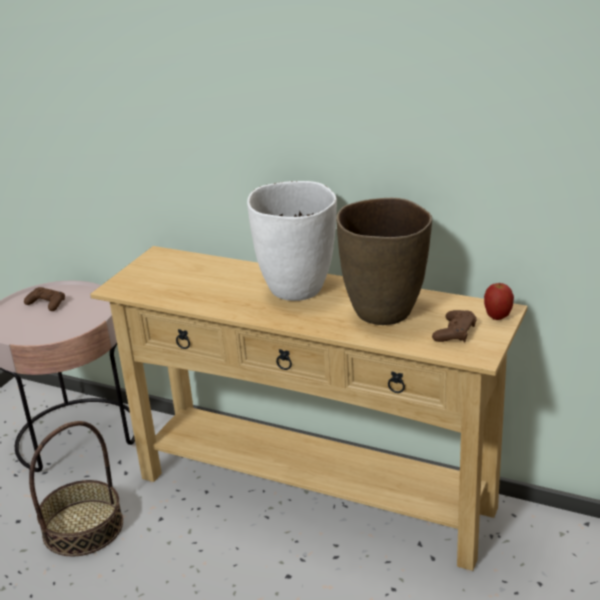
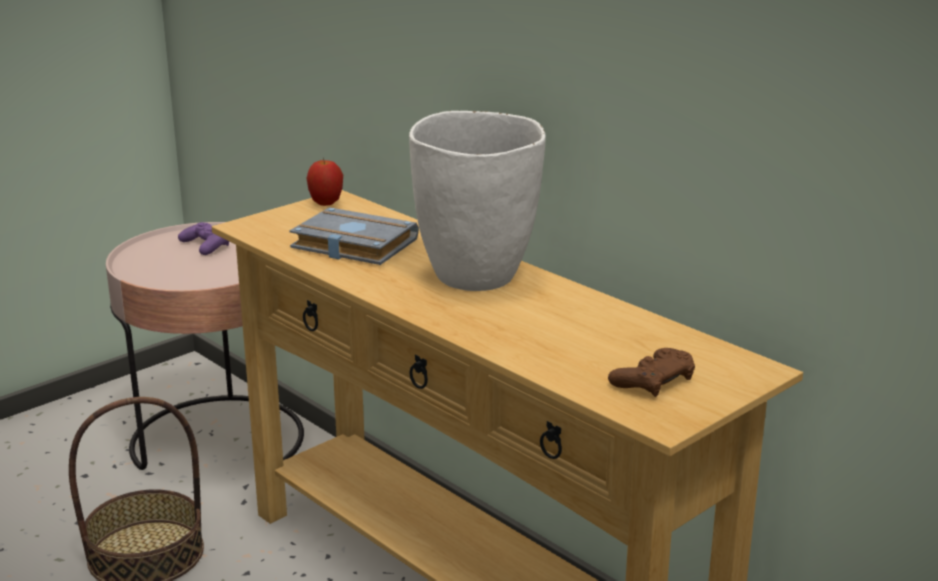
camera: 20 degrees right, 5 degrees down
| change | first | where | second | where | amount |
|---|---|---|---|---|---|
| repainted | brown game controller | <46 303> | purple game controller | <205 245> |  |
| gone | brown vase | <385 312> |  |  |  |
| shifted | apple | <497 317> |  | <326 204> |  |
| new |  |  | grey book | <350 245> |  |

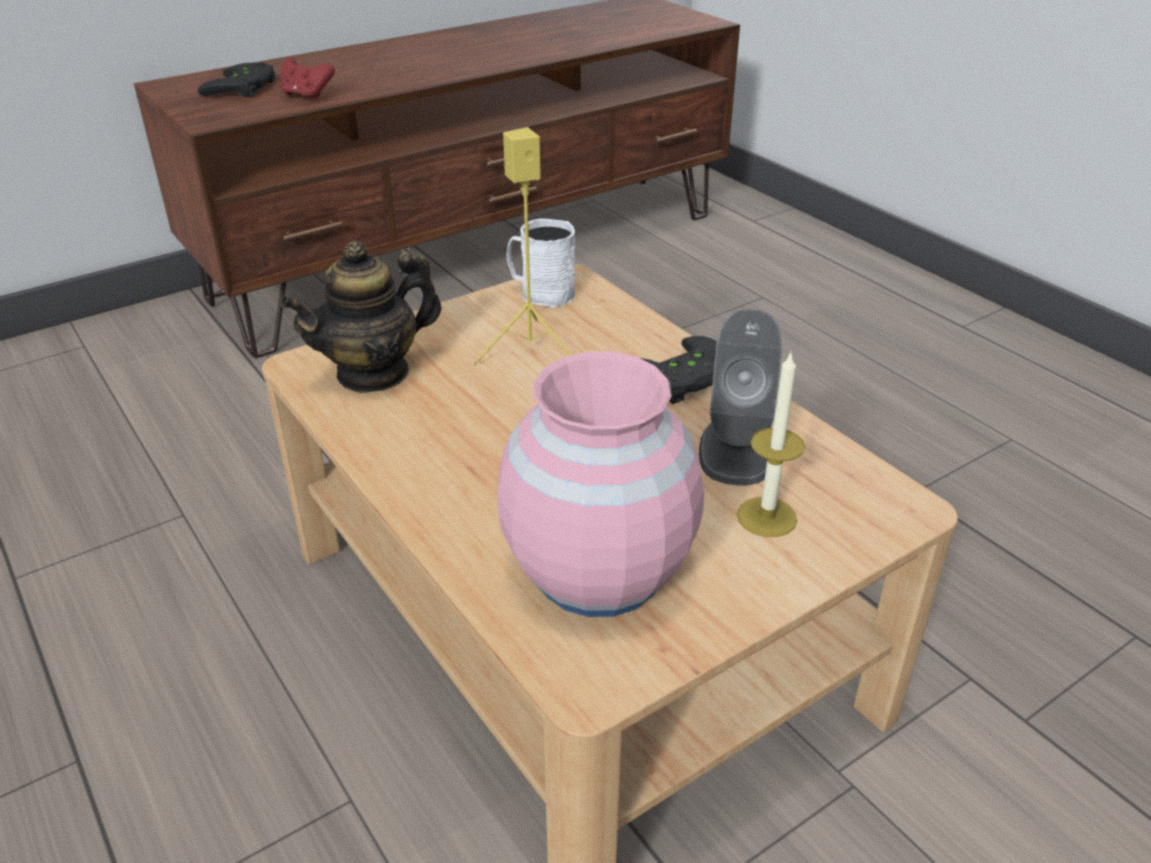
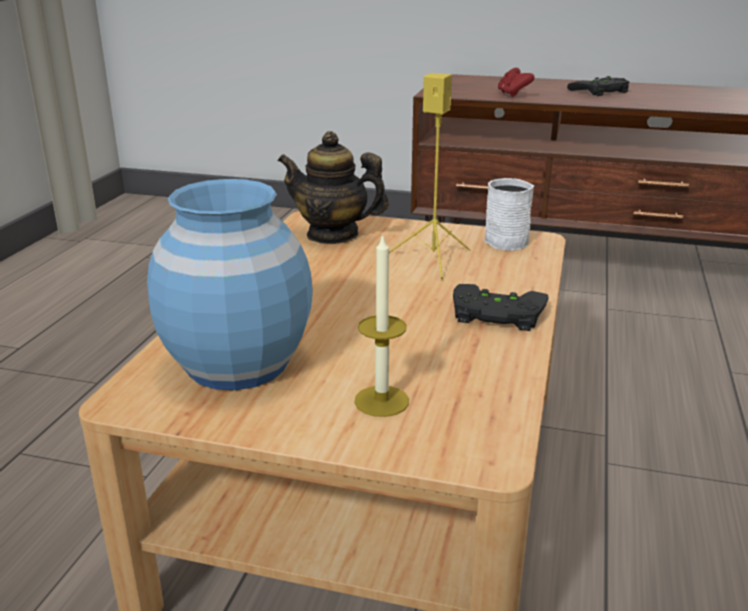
camera: 50 degrees right, 10 degrees down
| change | first | where | second | where | amount |
|---|---|---|---|---|---|
| shifted | black game controller | <244 88> |  | <601 91> |  |
| repainted | pink vase | <597 571> | blue vase | <238 363> |  |
| gone | grey speaker | <736 450> |  |  |  |

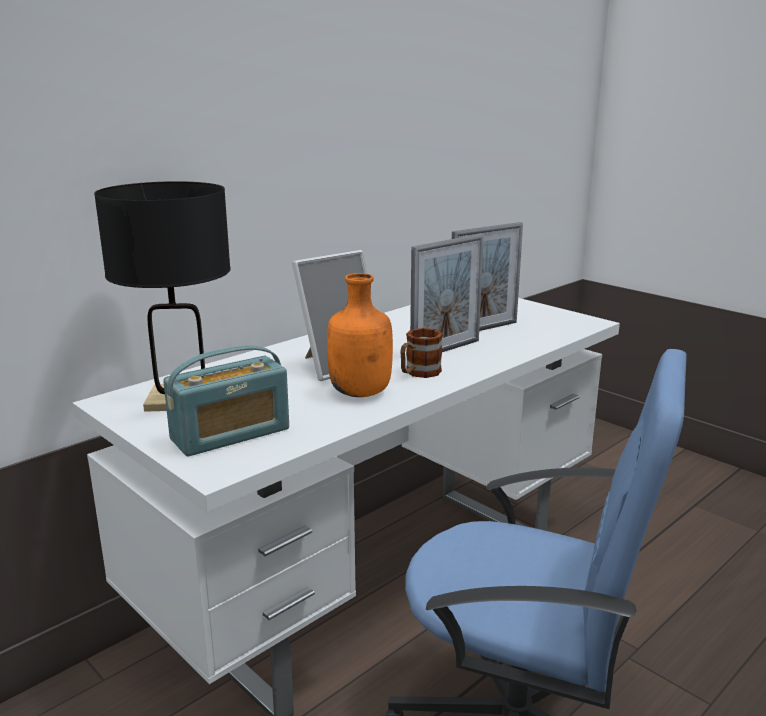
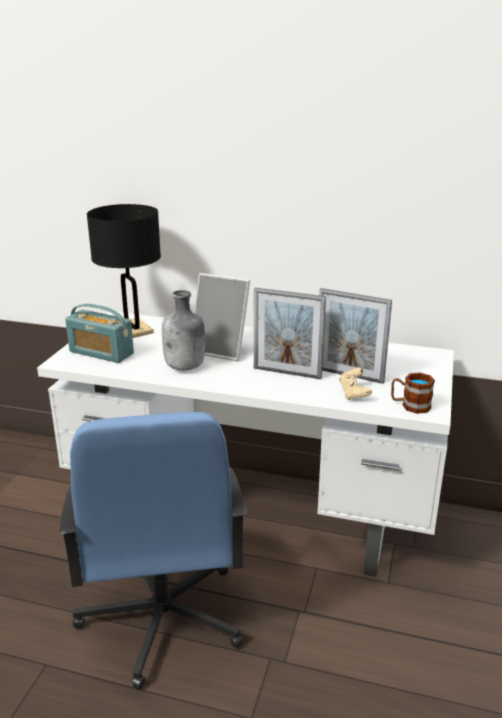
camera: 60 degrees right, 5 degrees up
| change | first | where | second | where | amount |
|---|---|---|---|---|---|
| repainted | orange bottle | <361 392> | grey bottle | <185 367> |  |
| shifted | mug | <418 373> |  | <410 406> |  |
| new |  |  | beige game controller | <354 394> |  |

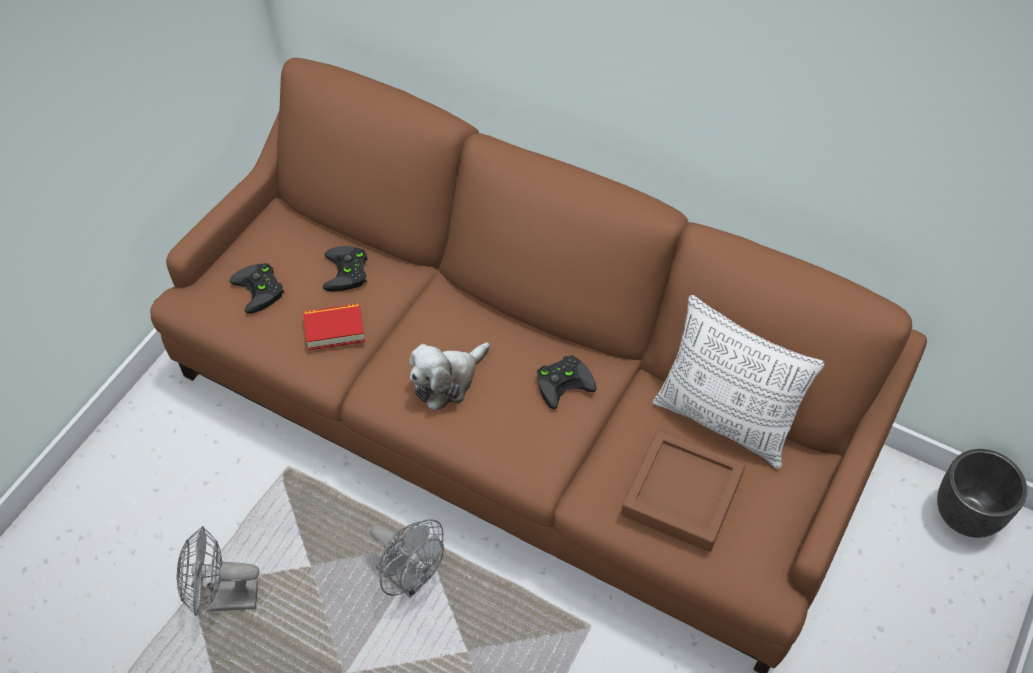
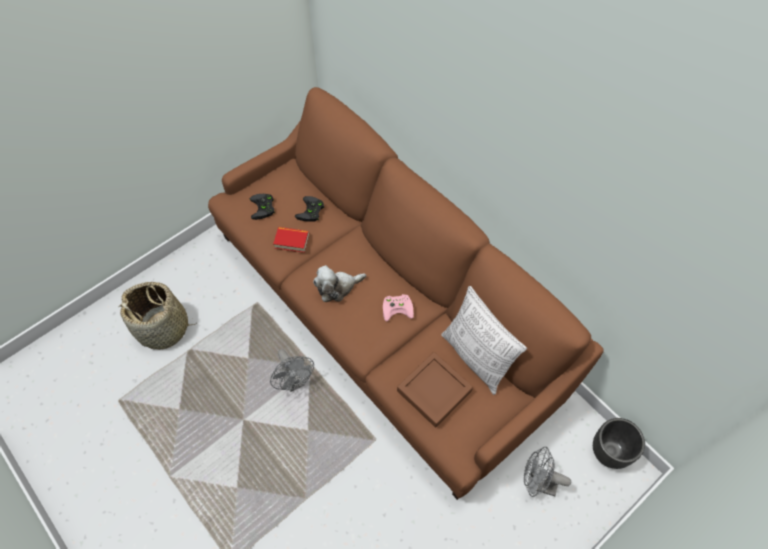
camera: 20 degrees right, 5 degrees up
| change | first | where | second | where | amount |
|---|---|---|---|---|---|
| shifted | grey fan | <224 598> |  | <536 483> |  |
| repainted | black game controller | <564 381> | pink game controller | <398 307> |  |
| new |  |  | basket | <163 328> |  |

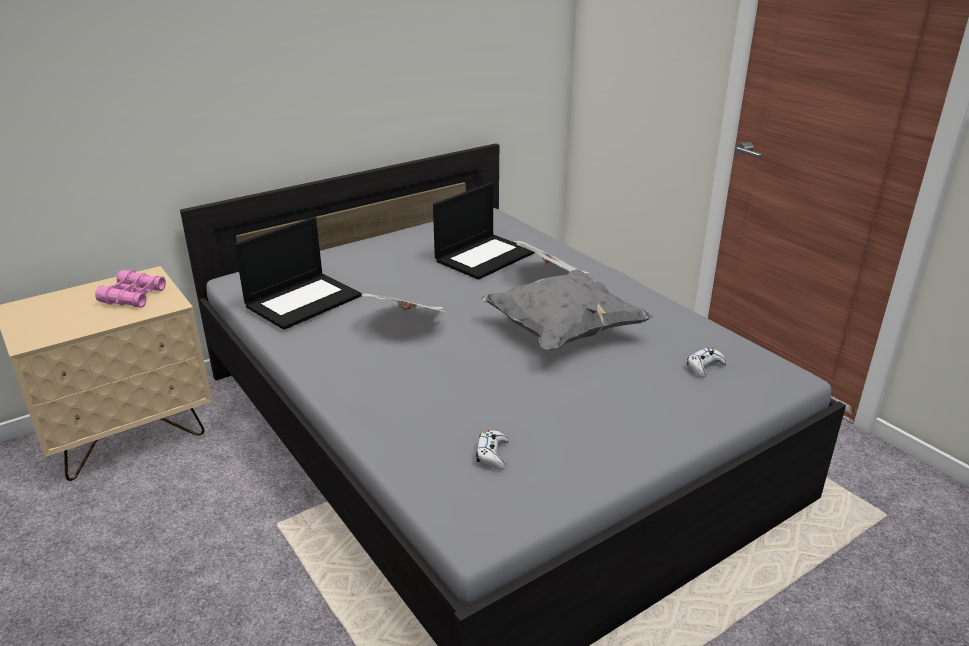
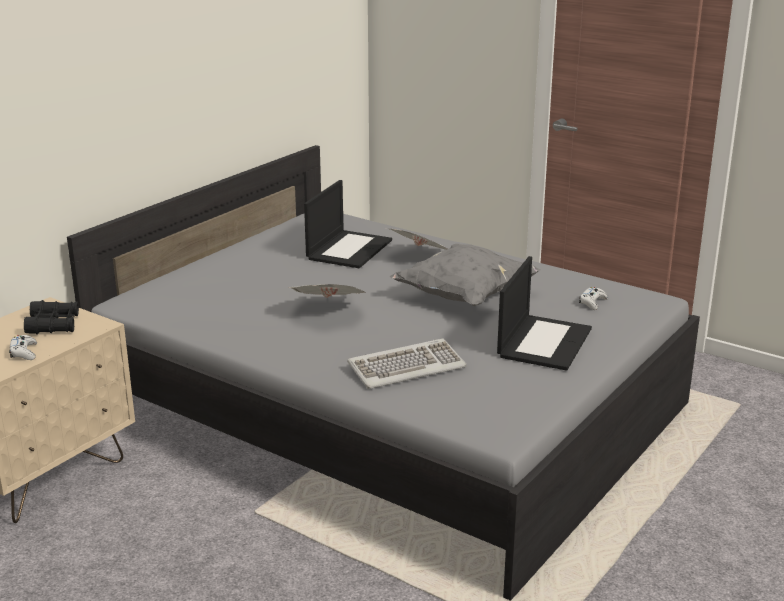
camera: 20 degrees left, 5 degrees down
| change | first | where | second | where | amount |
|---|---|---|---|---|---|
| repainted | pink binoculars | <133 296> | black binoculars | <53 324> |  |
| shifted | laptop | <303 300> |  | <544 342> |  |
| shifted | white game controller | <492 454> |  | <24 352> |  |
| new |  |  | keyboard | <406 367> |  |

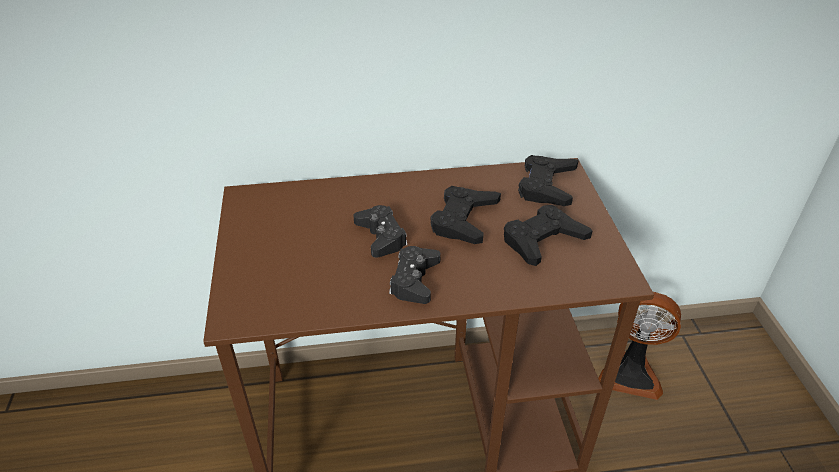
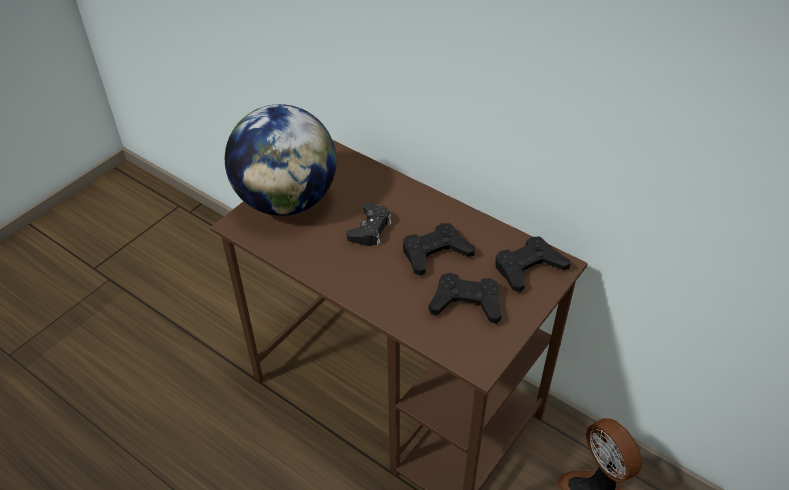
camera: 45 degrees right, 5 degrees up
| change | first | where | second | where | amount |
|---|---|---|---|---|---|
| gone | black game controller | <414 280> |  |  |  |
| new |  |  | globe | <286 200> |  |

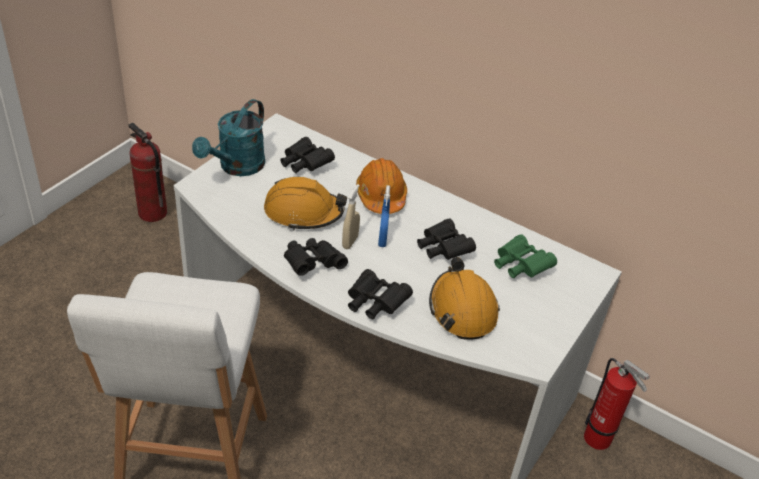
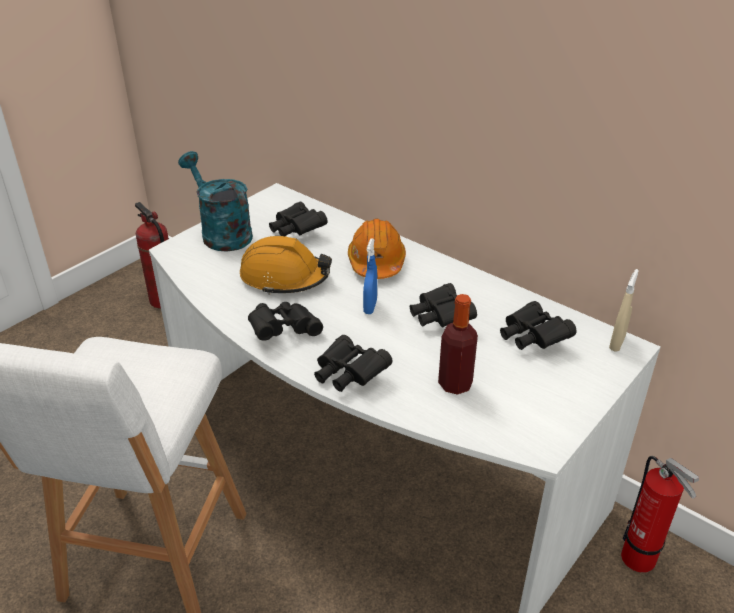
camera: 10 degrees right, 5 degrees down
| change | first | where | second | where | amount |
|---|---|---|---|---|---|
| rotated | turquoise watering can | <237 167> |  | <221 233> | 105 degrees clockwise |
| shifted | beige spray bottle | <350 242> |  | <617 343> |  |
| swapped | orange hard hat | <462 309> | bottle | <455 384> |  |
| repainted | green binoculars | <519 266> | black binoculars | <532 338> |  |

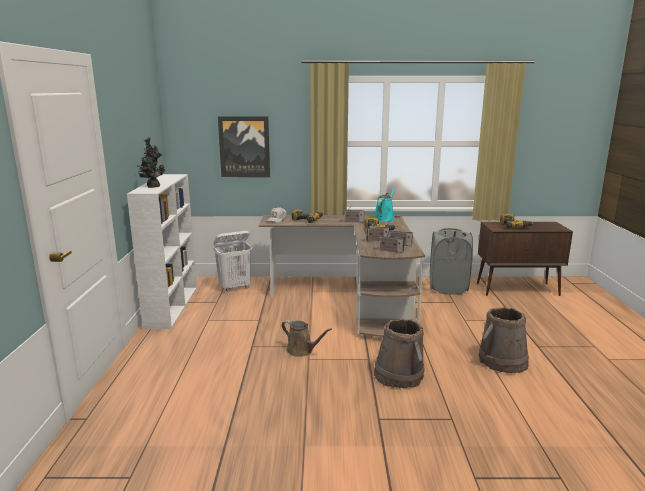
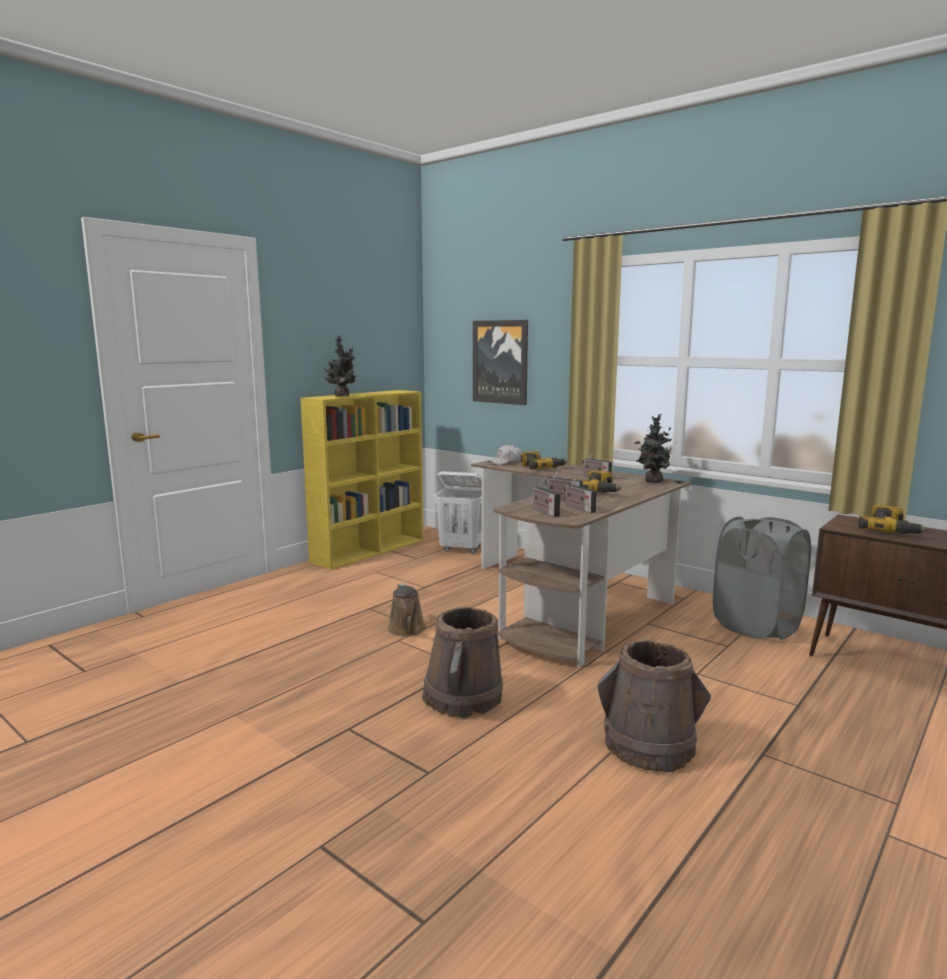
camera: 40 degrees right, 5 degrees down
| change | first | where | second | where | amount |
|---|---|---|---|---|---|
| repainted | white bookcase | <172 306> | yellow bookcase | <370 550> |  |
| swapped | turquoise watering can | <384 218> | potted plant | <651 481> |  |

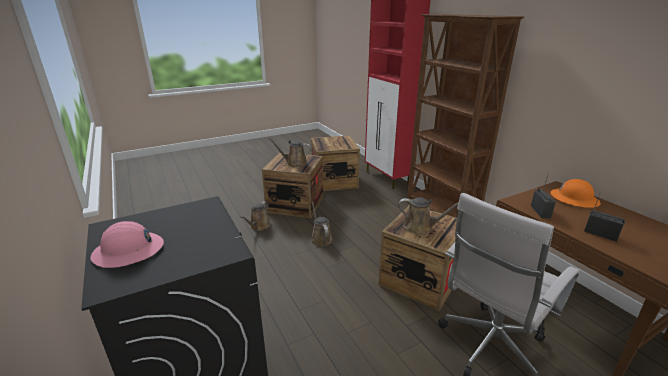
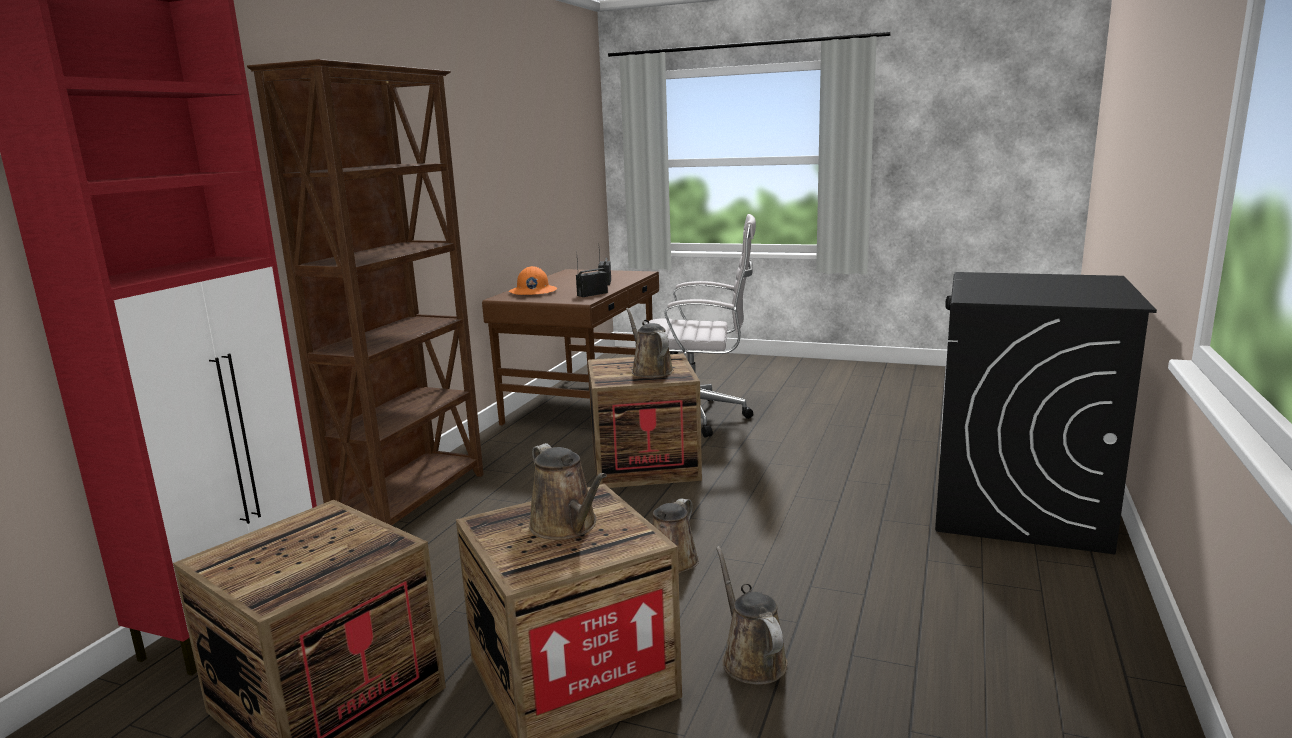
camera: 130 degrees left, 10 degrees down
| change | first | where | second | where | amount |
|---|---|---|---|---|---|
| gone | pink hard hat | <129 251> |  |  |  |
| rotated | brown watering can | <259 227> |  | <751 659> | 90 degrees counterclockwise |

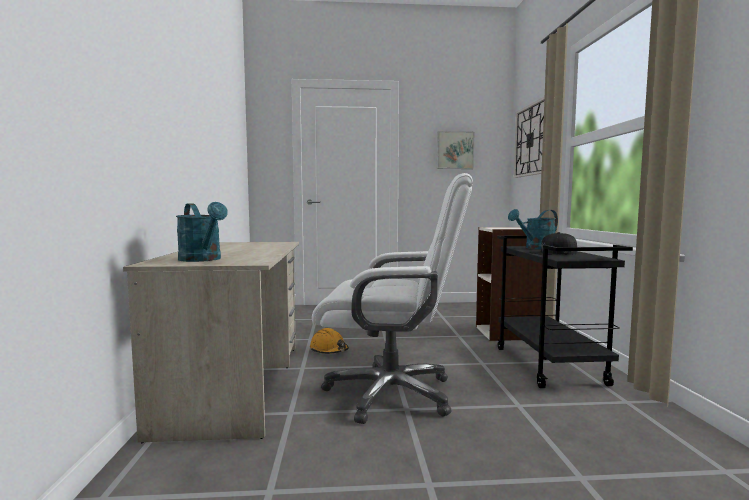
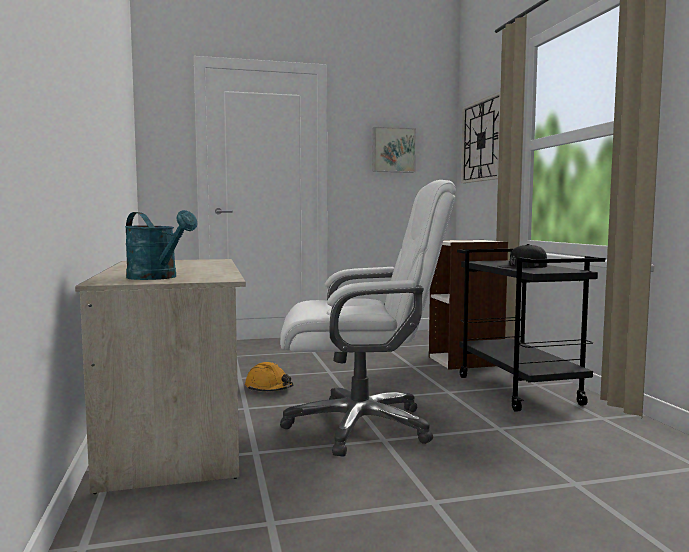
camera: 10 degrees left, 0 degrees up
| change | first | where | second | where | amount |
|---|---|---|---|---|---|
| gone | turquoise watering can | <536 248> |  |  |  |

